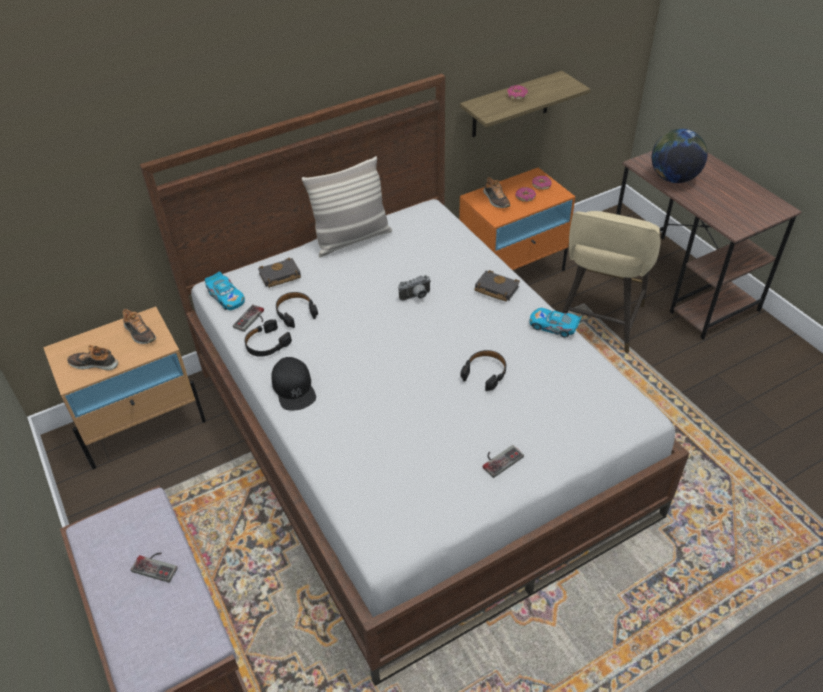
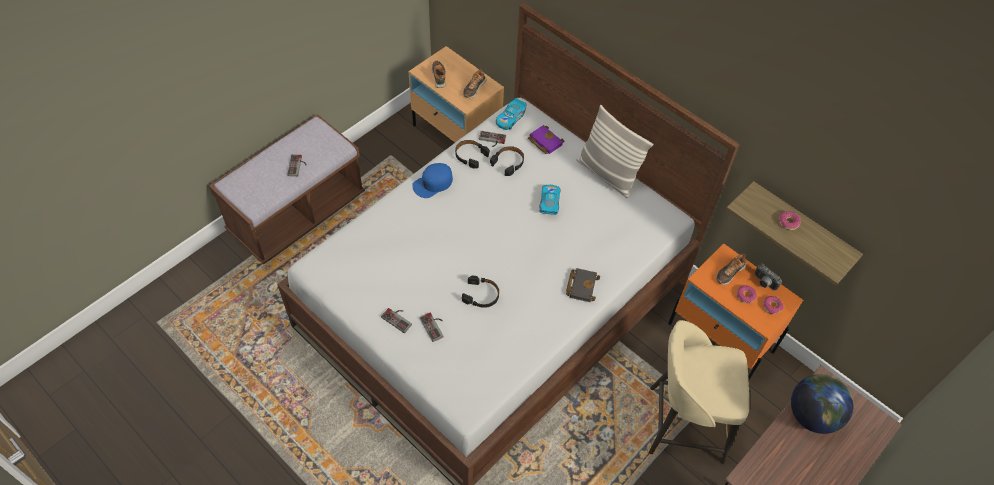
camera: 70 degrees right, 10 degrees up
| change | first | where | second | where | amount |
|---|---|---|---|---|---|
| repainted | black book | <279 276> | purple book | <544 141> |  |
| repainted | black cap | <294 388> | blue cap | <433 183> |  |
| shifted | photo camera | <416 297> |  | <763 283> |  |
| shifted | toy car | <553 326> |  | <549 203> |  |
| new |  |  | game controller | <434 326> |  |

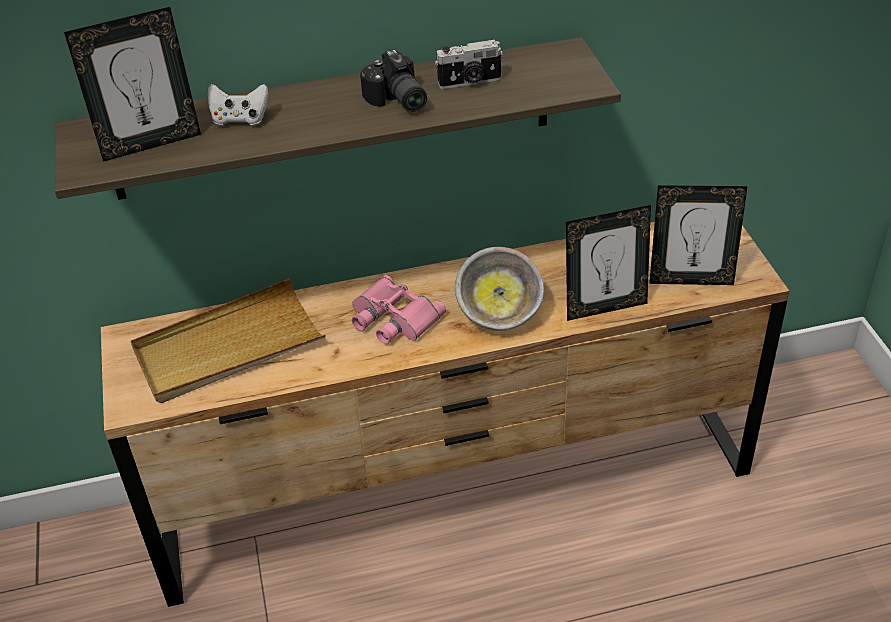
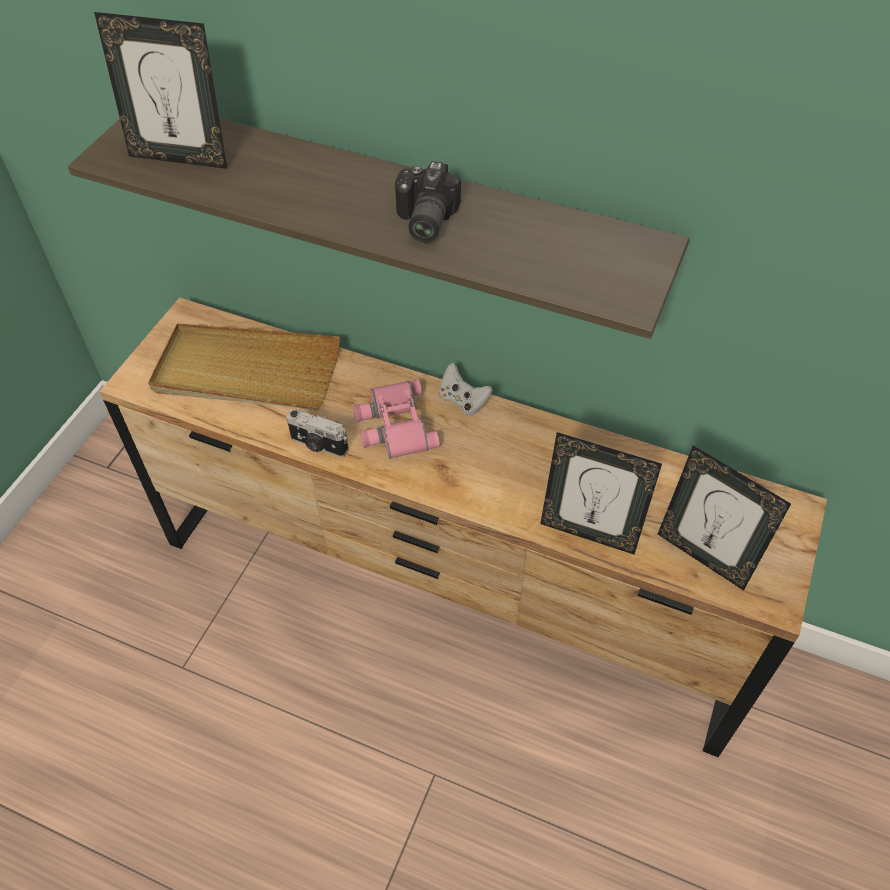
camera: 35 degrees right, 10 degrees up
| change | first | where | second | where | amount |
|---|---|---|---|---|---|
| shifted | white game controller | <240 119> |  | <463 401> |  |
| shifted | photo camera | <470 82> |  | <318 445> |  |
| gone | bowl | <500 314> |  |  |  |

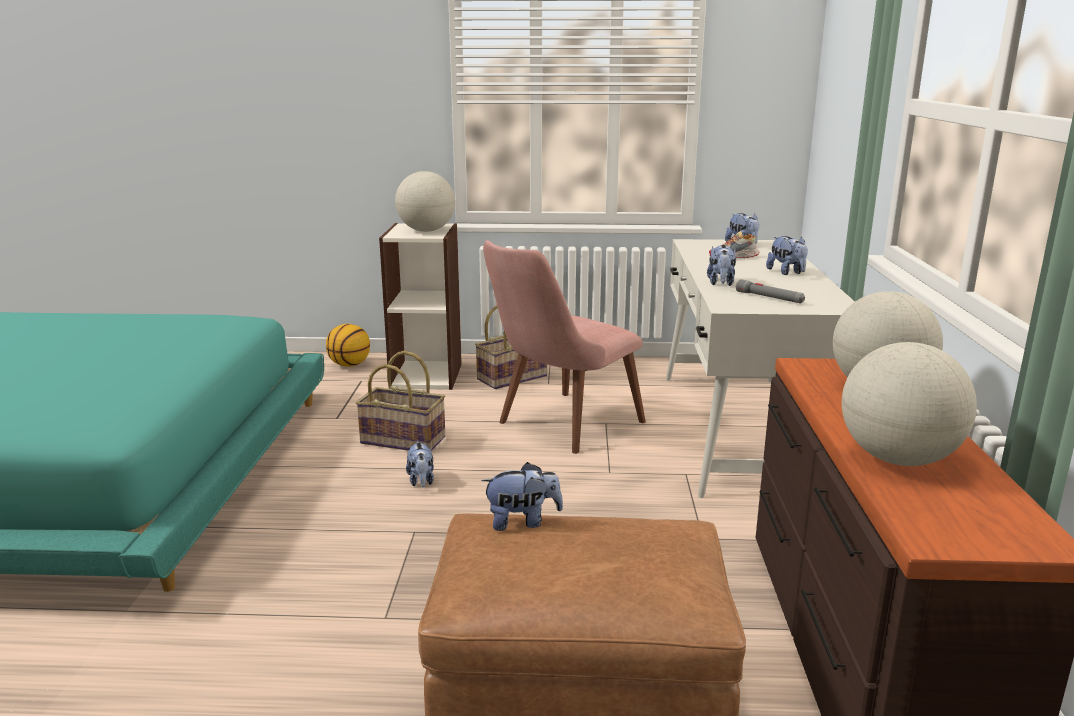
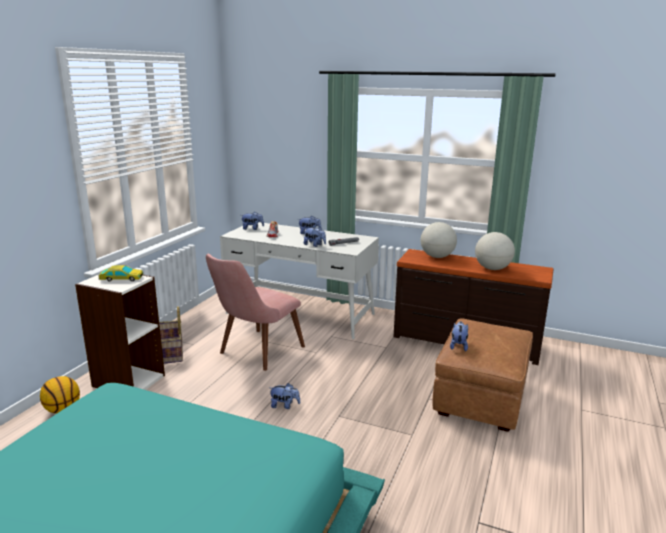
camera: 70 degrees left, 0 degrees up
| change | first | where | second | where | amount |
|---|---|---|---|---|---|
| gone | basket | <404 440> |  |  |  |
| swapped | globe | <426 231> | toy car | <121 278> |  |
| rotated | pink chair | <559 427> |  | <255 353> | 60 degrees clockwise |

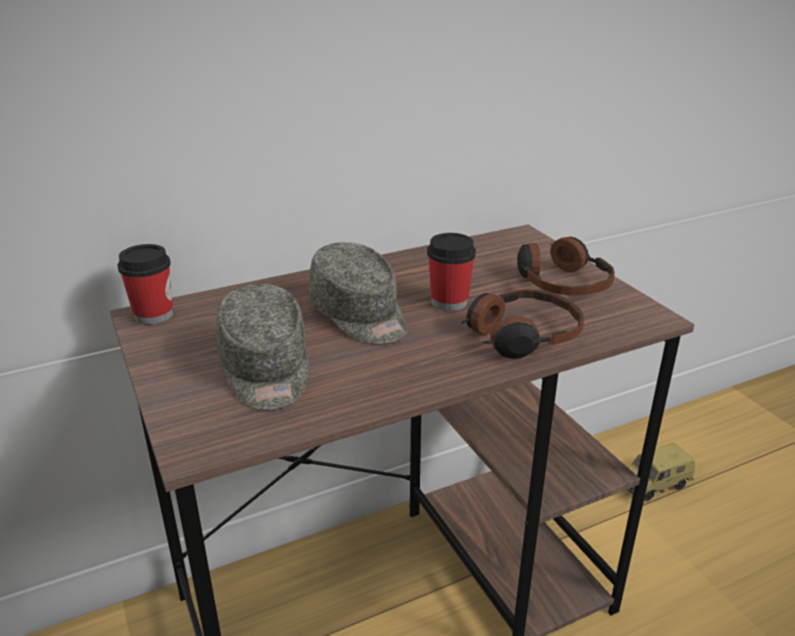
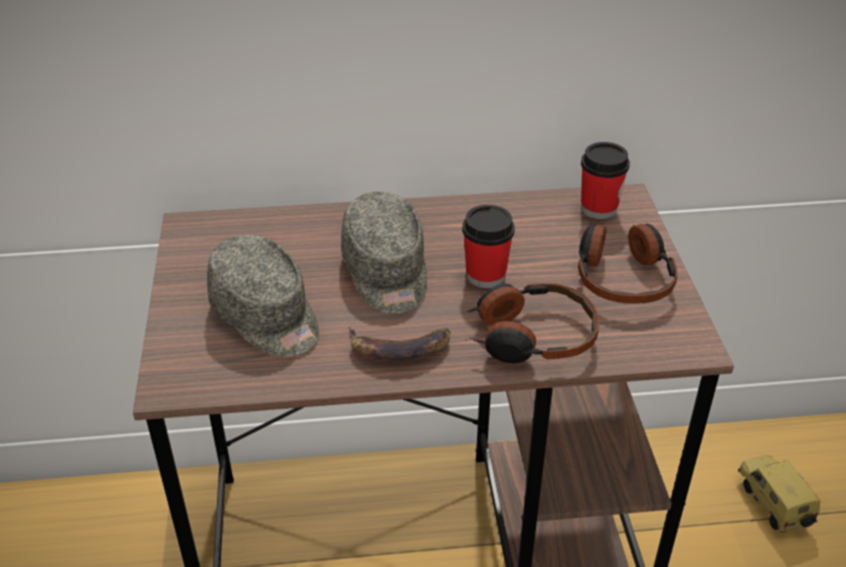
camera: 20 degrees right, 10 degrees up
| change | first | where | second | where | amount |
|---|---|---|---|---|---|
| shifted | cup | <153 315> |  | <598 208> |  |
| rotated | grey cap | <266 370> |  | <267 317> | 45 degrees counterclockwise |
| rotated | toy car | <654 487> |  | <771 504> | 75 degrees clockwise |
| new |  |  | banana | <399 347> |  |

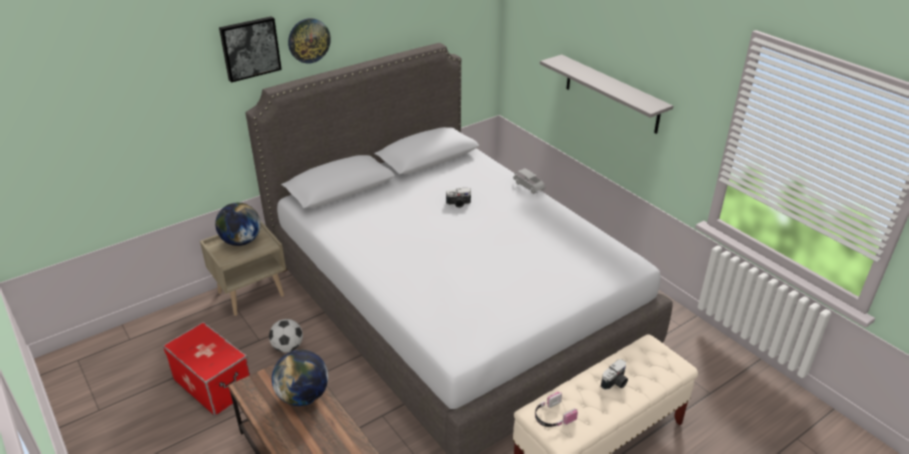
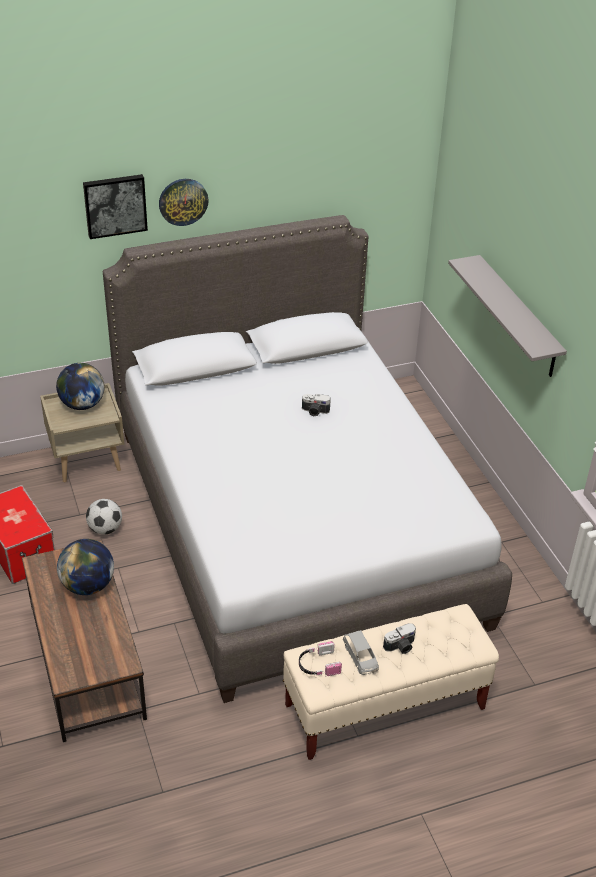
camera: 15 degrees right, 5 degrees up
| change | first | where | second | where | amount |
|---|---|---|---|---|---|
| shifted | grey toy car | <529 186> |  | <360 657> |  |

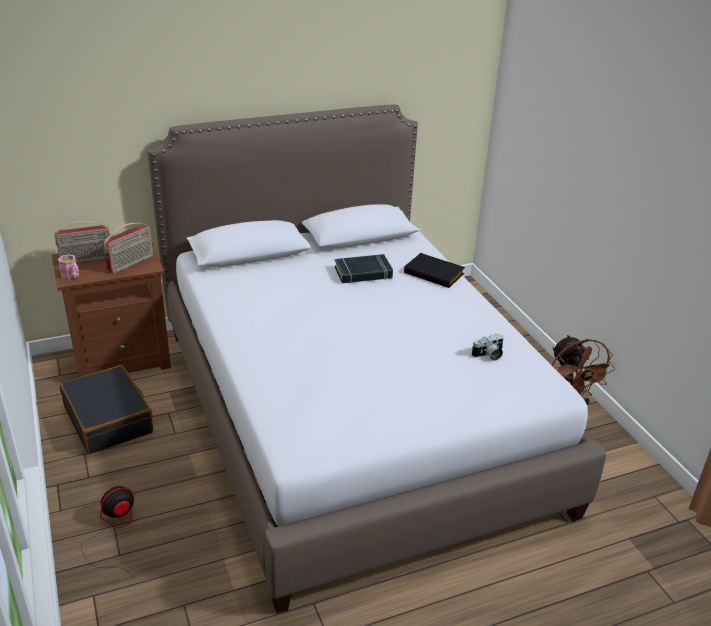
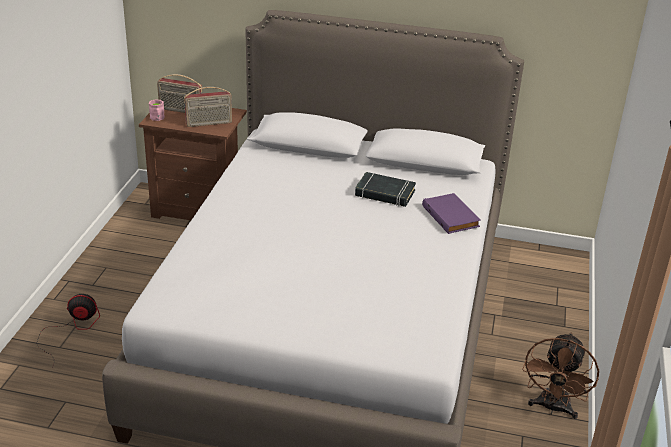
camera: 35 degrees right, 0 degrees up
| change | first | where | second | where | amount |
|---|---|---|---|---|---|
| gone | black suitcase | <109 419> |  |  |  |
| repainted | black book | <435 273> | purple book | <452 216> |  |
| gone | photo camera | <488 355> |  |  |  |

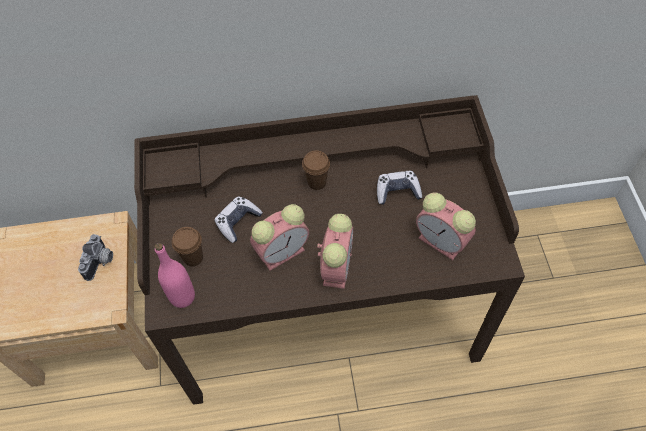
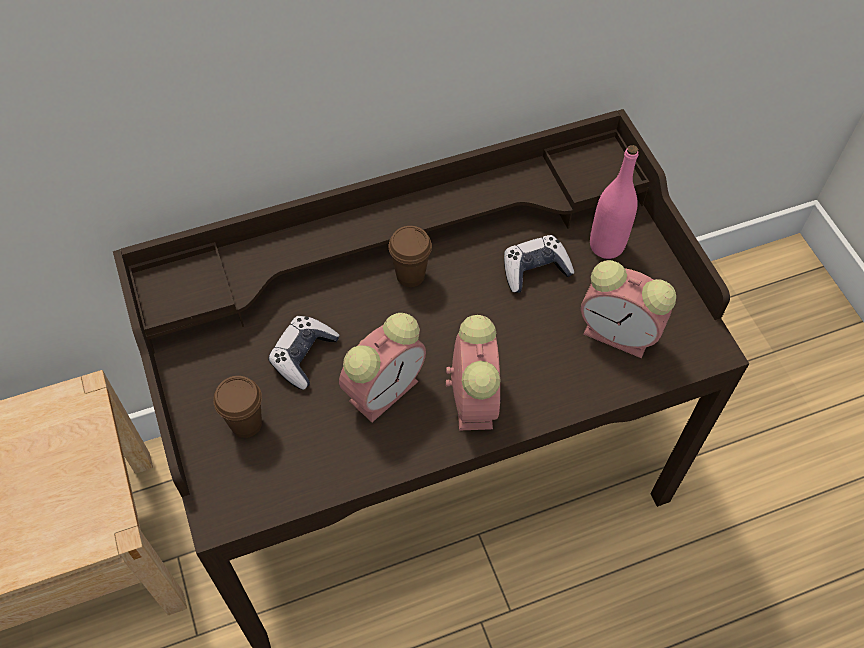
camera: 15 degrees left, 0 degrees up
| change | first | where | second | where | amount |
|---|---|---|---|---|---|
| gone | photo camera | <101 262> |  |  |  |
| shifted | pink bottle | <182 297> |  | <606 246> |  |

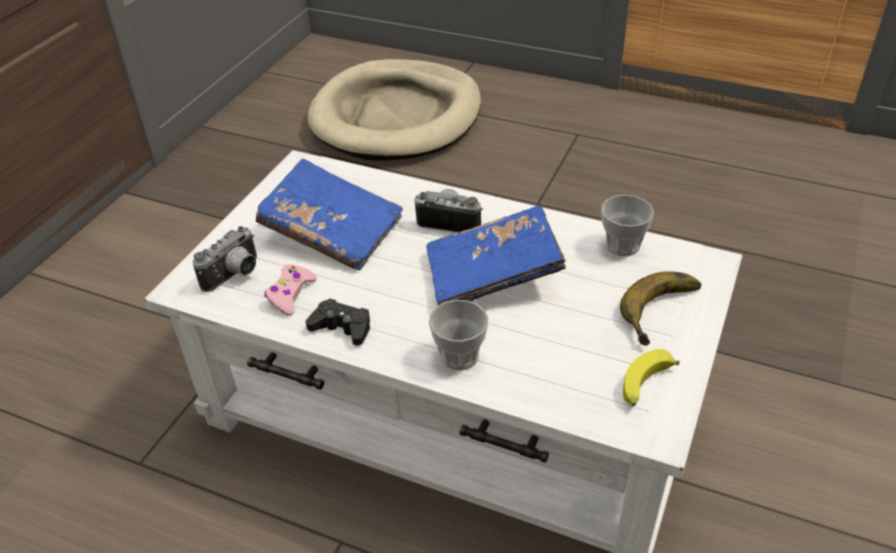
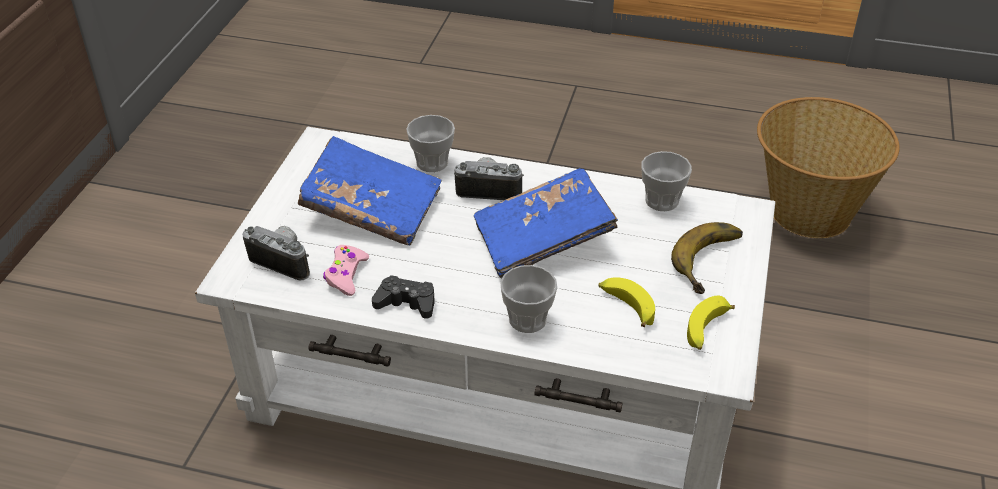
camera: 10 degrees left, 0 degrees up
| change | first | where | second | where | amount |
|---|---|---|---|---|---|
| rotated | photo camera | <235 275> |  | <284 261> | 90 degrees counterclockwise |
| gone | beige dog bed | <397 116> |  |  |  |
| new |  |  | cup | <432 162> |  |
| new |  |  | banana | <626 307> |  |
| new |  |  | basket | <808 211> |  |

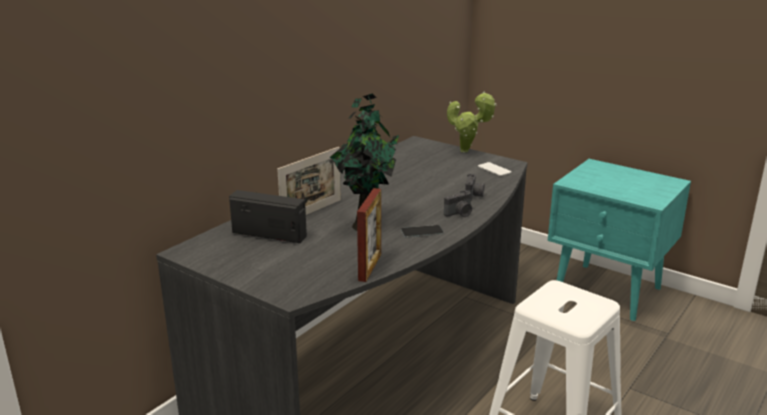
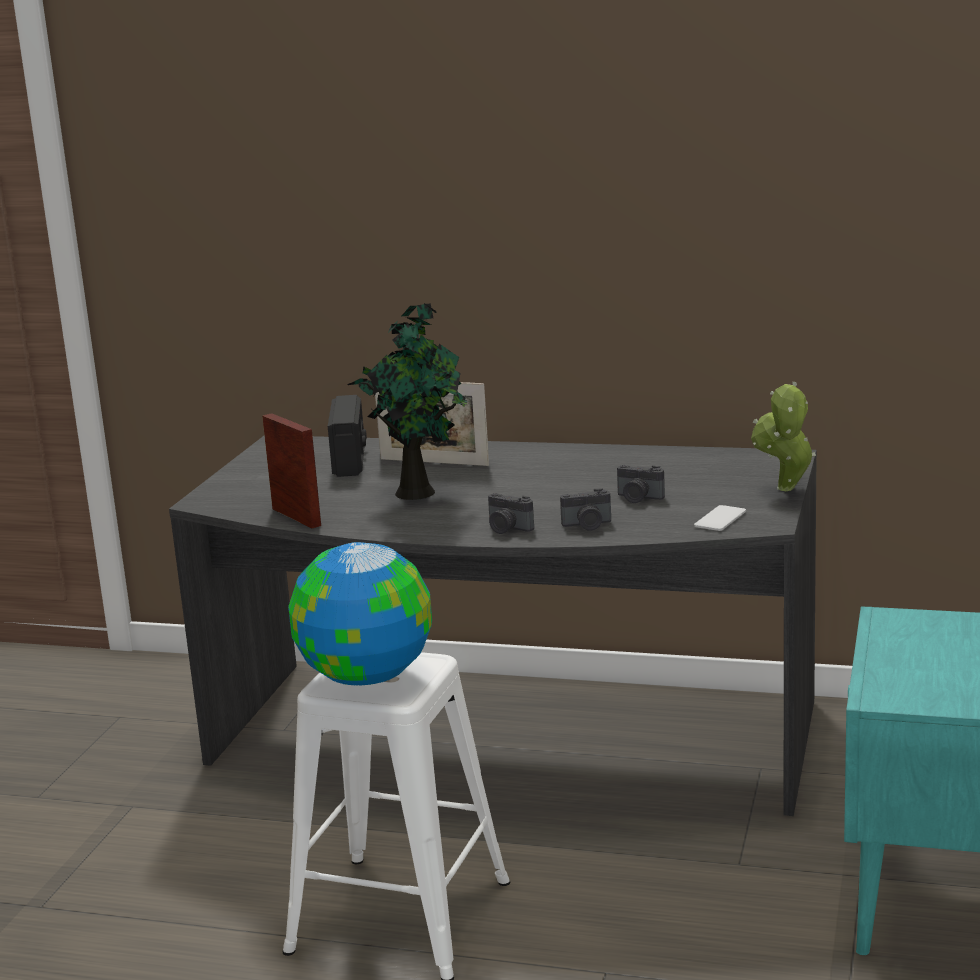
camera: 70 degrees right, 5 degrees down
| change | first | where | second | where | amount |
|---|---|---|---|---|---|
| rotated | picture frame | <370 267> |  | <296 517> | 120 degrees counterclockwise |
| gone | phone | <422 232> |  |  |  |
| new |  |  | globe | <365 677> |  |
| new |  |  | photo camera | <638 498> |  |

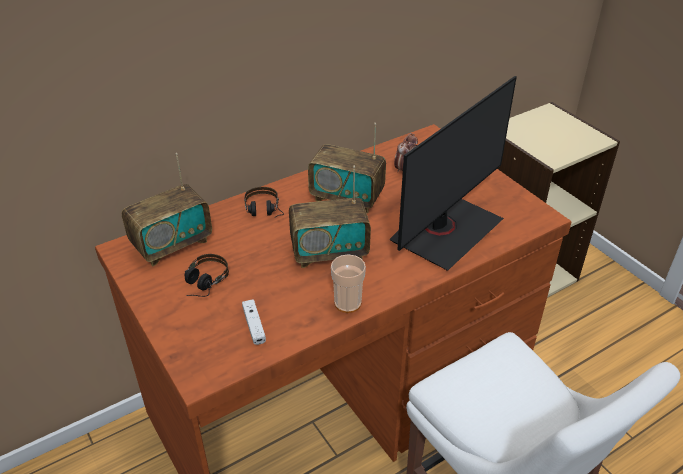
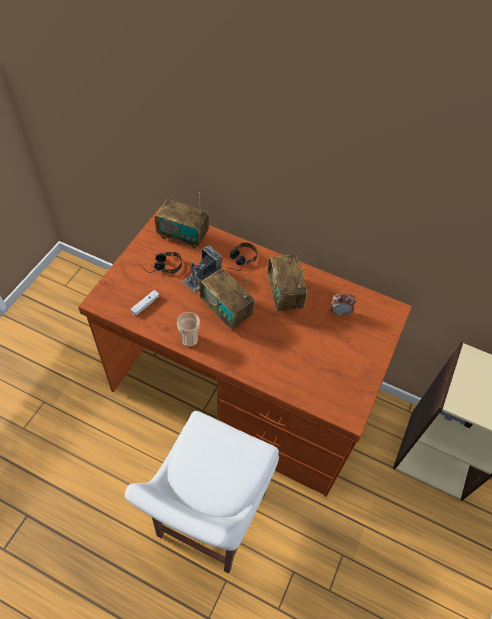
camera: 55 degrees right, 15 degrees up
| change | first | where | second | where | amount |
|---|---|---|---|---|---|
| gone | monitor | <445 230> |  |  |  |
| new |  |  | photo camera | <202 277> |  |

